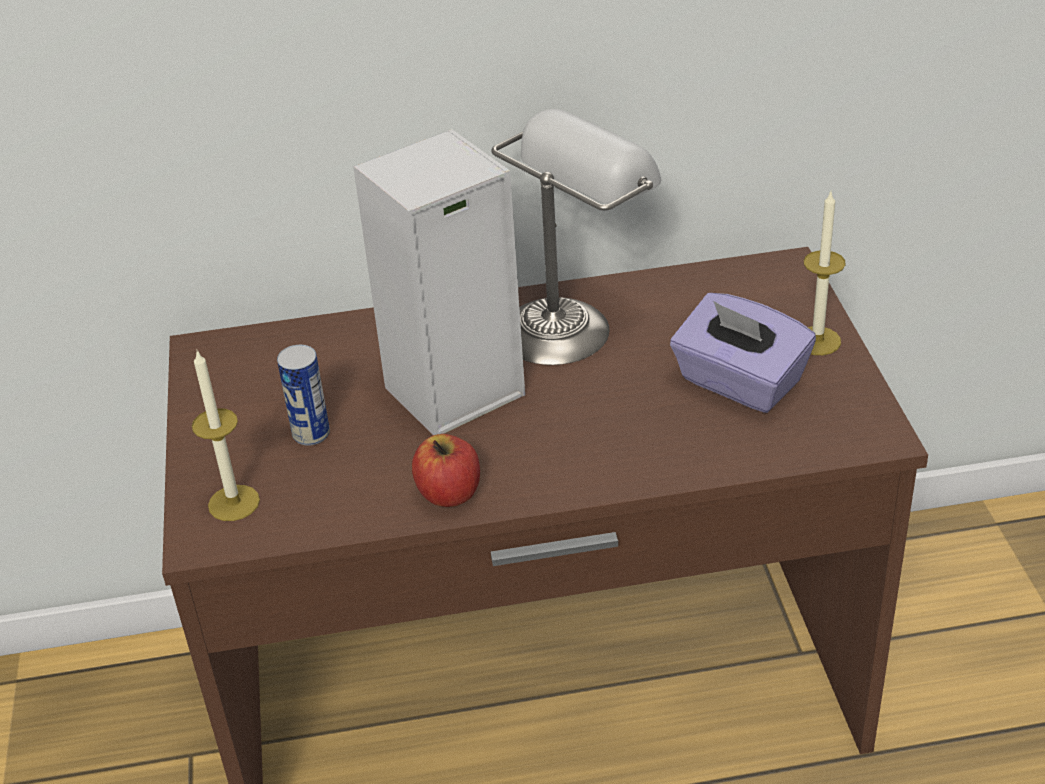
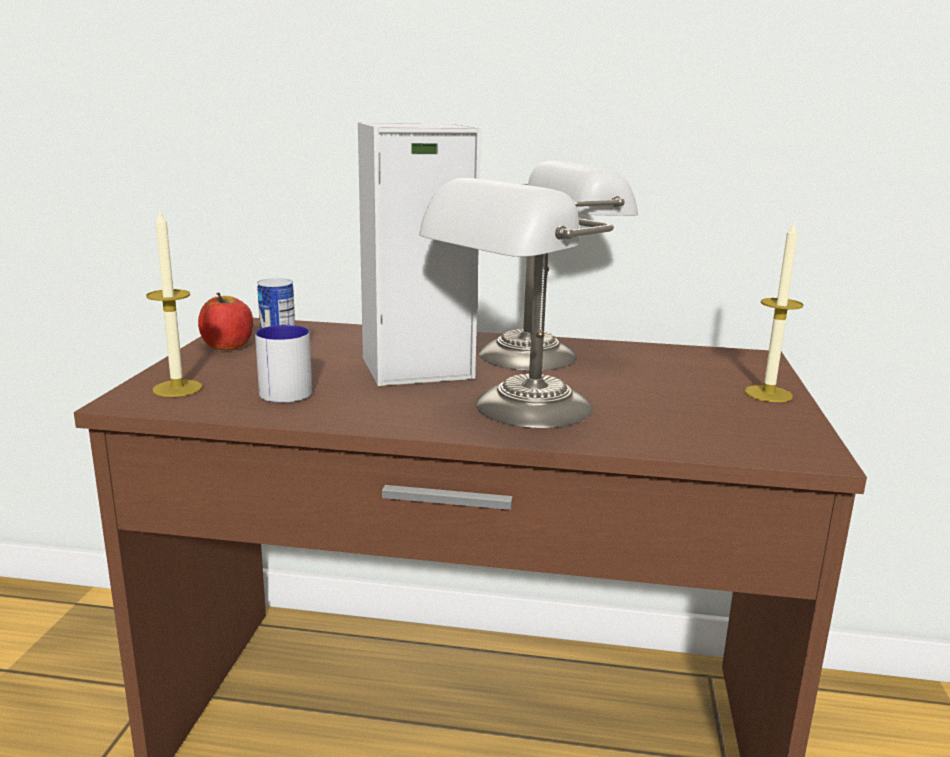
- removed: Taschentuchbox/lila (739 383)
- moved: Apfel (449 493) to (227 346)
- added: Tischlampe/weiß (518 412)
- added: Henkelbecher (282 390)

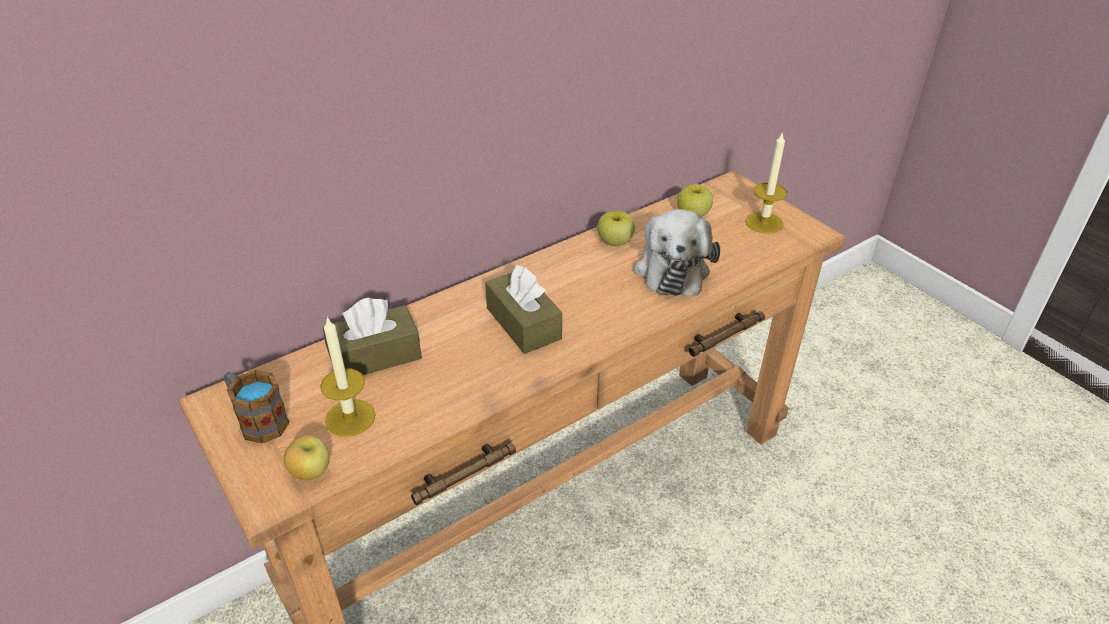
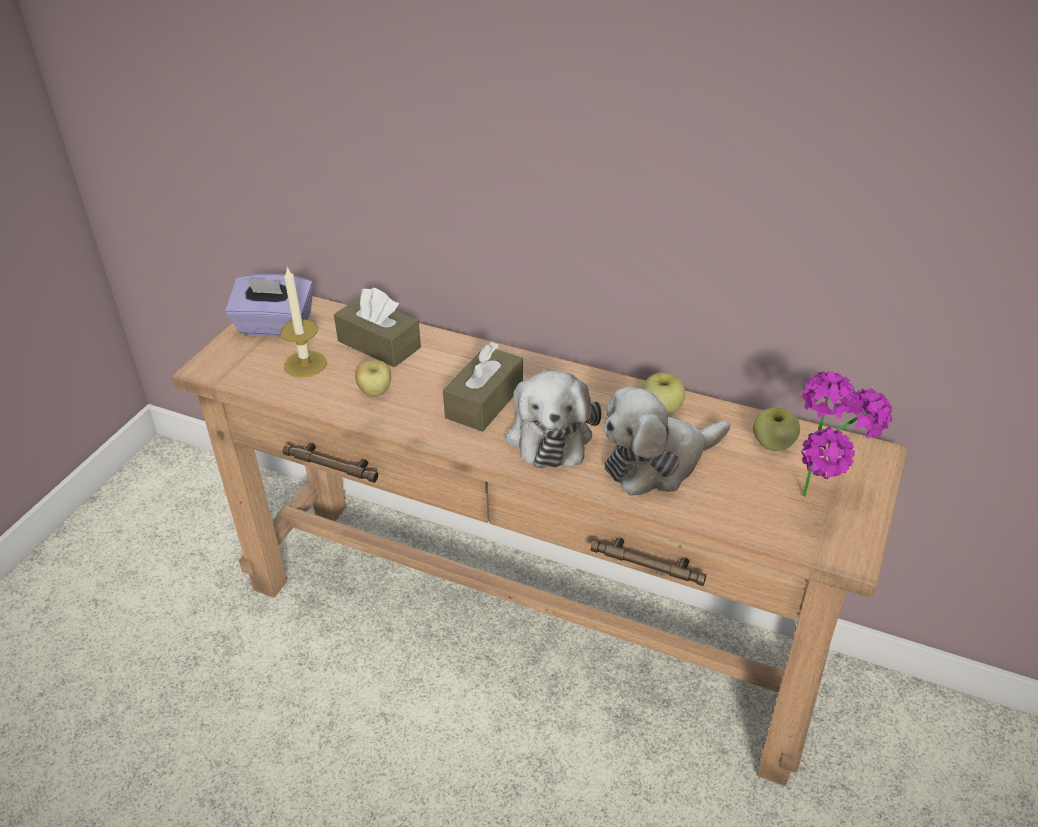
- replaced: Kerze (764 222) to Topfpflanze (822 504)
- replaced: Henkelbecher (258 420) to Taschentuchbox/lila (275 326)
- moved: Apfel (311 472) to (375 392)
- added: Plüschtier (549 433)

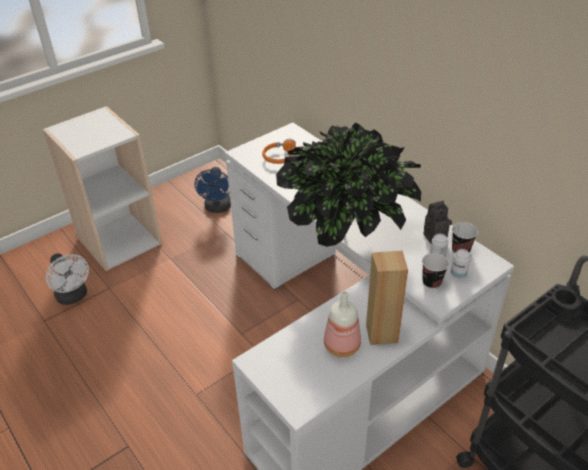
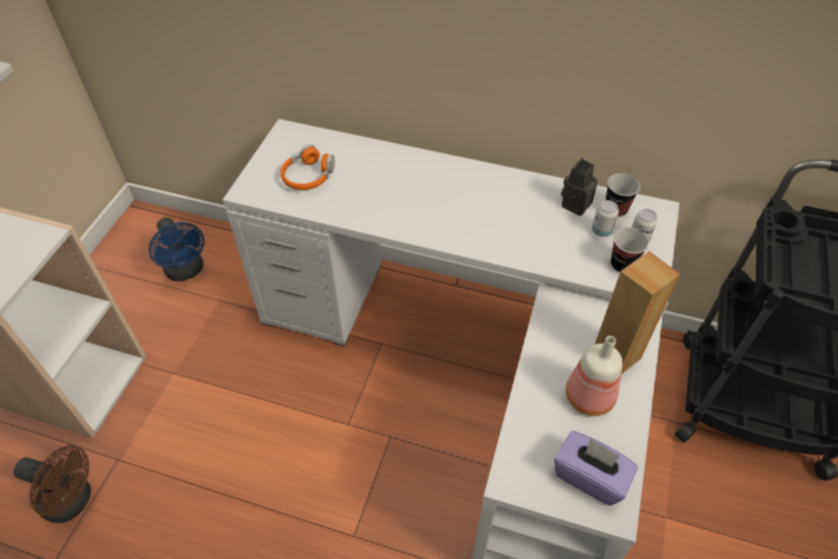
- removed: Topfpflanze (348 232)
- recoloured: Ventilator/weiß (74 297) to Ventilator/braun (73 501)
- added: Taschentuchbox/lila (590 476)

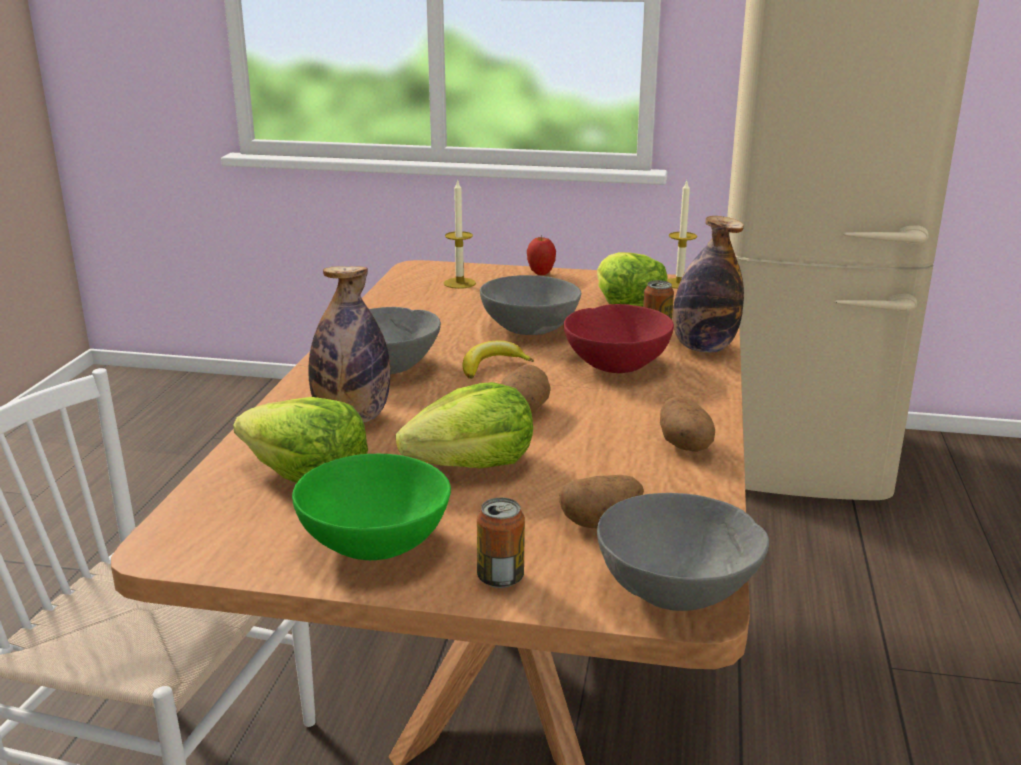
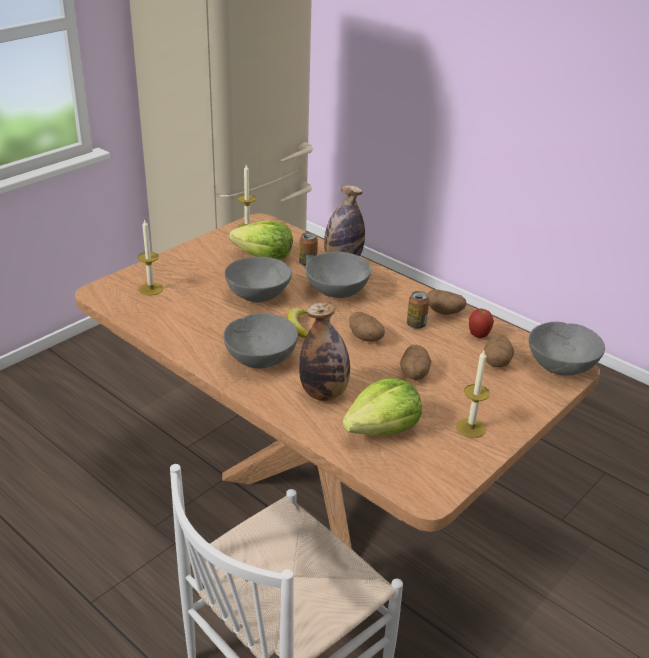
- moved: Apfel (541 274) to (478 336)
- recoloured: Schüssel/rot (616 364) to Schüssel/grau (337 291)
- replaced: Salatkopf (472 465) to Kartoffel (414 374)
- replaced: Schüssel/grün (375 543) to Kerze (470 428)
- moved: Dose (500 578) to (416 324)

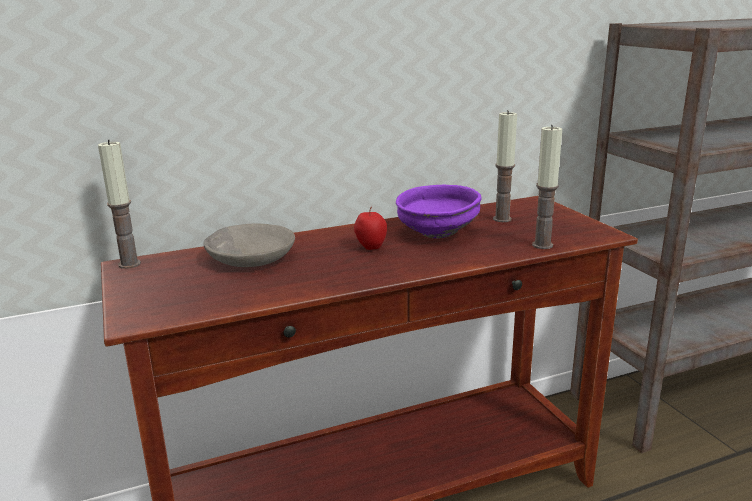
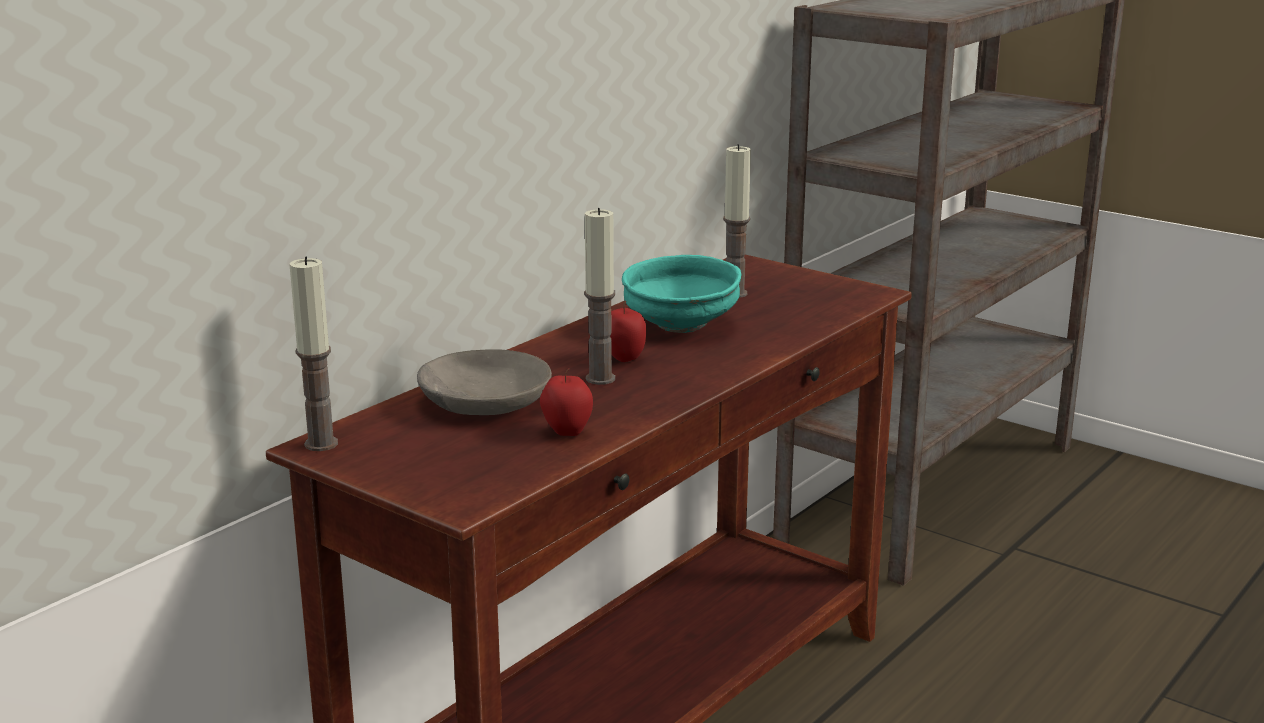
- moved: Kerze (542 245) to (600 379)
- recoloured: Schüssel/lila (436 233) to Schüssel/türkis (679 326)
- added: Apfel (566 432)

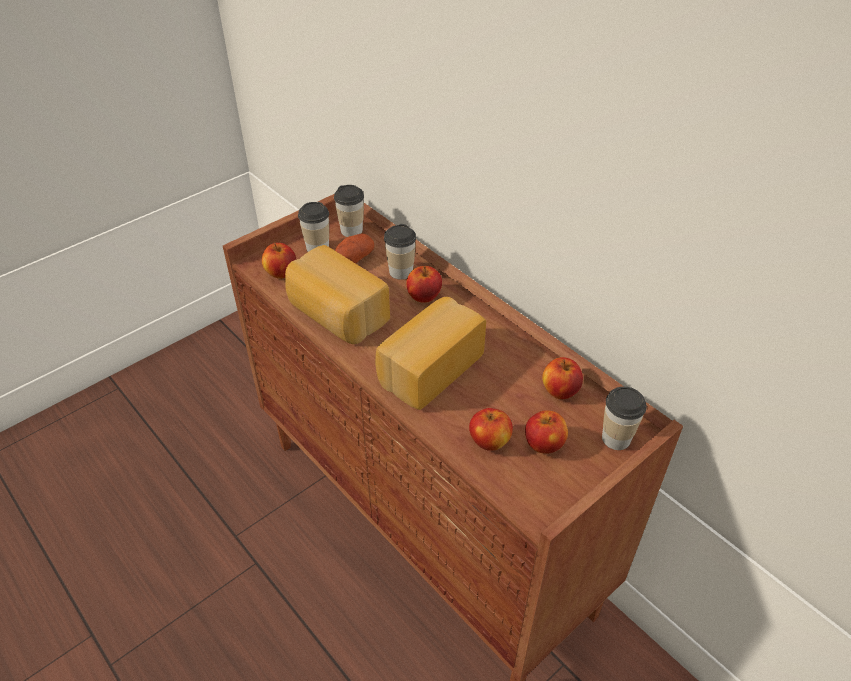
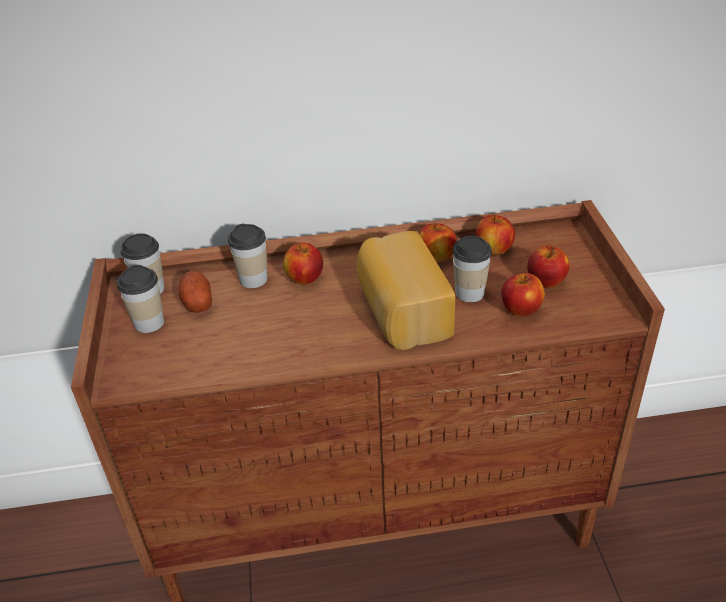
- moved: Apfel (281 273) to (436 257)
- removed: Brot (336 314)
- moved: Tasse (616 438) to (469 293)

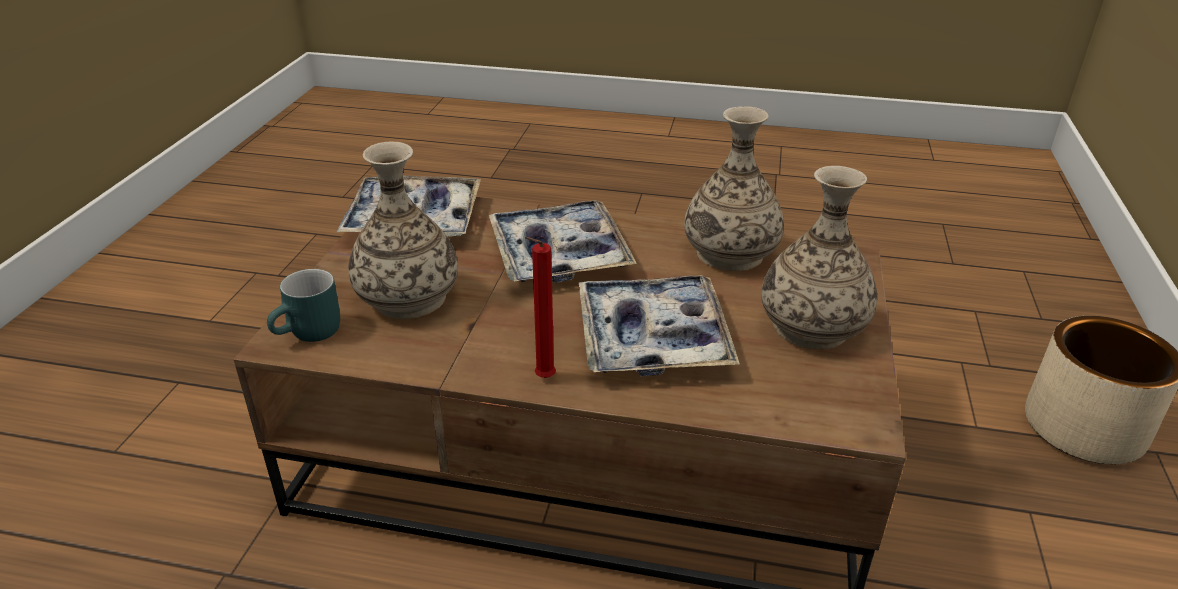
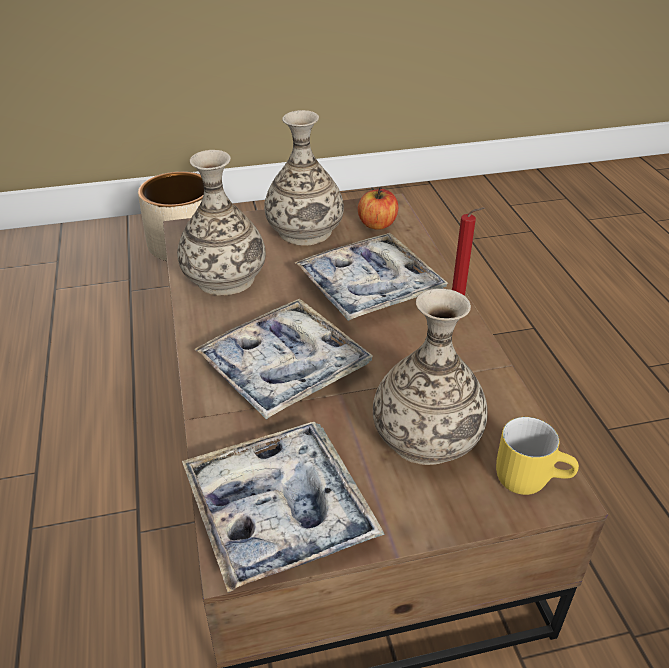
- recoloured: Henkelbecher/türkis (311 334) to Henkelbecher/gelb (530 476)
- added: Apfel (377 224)

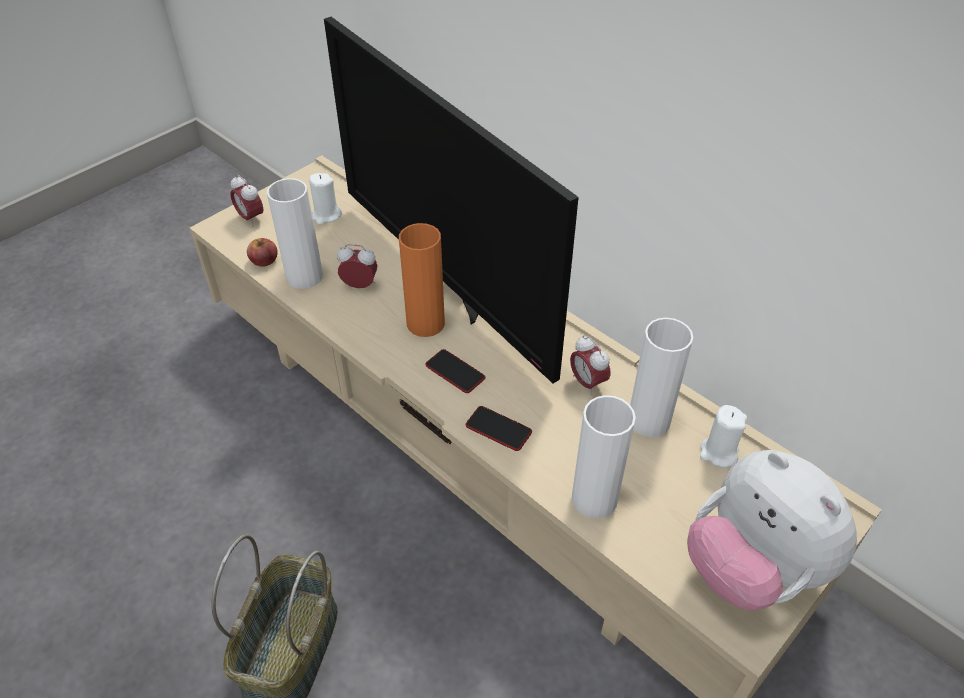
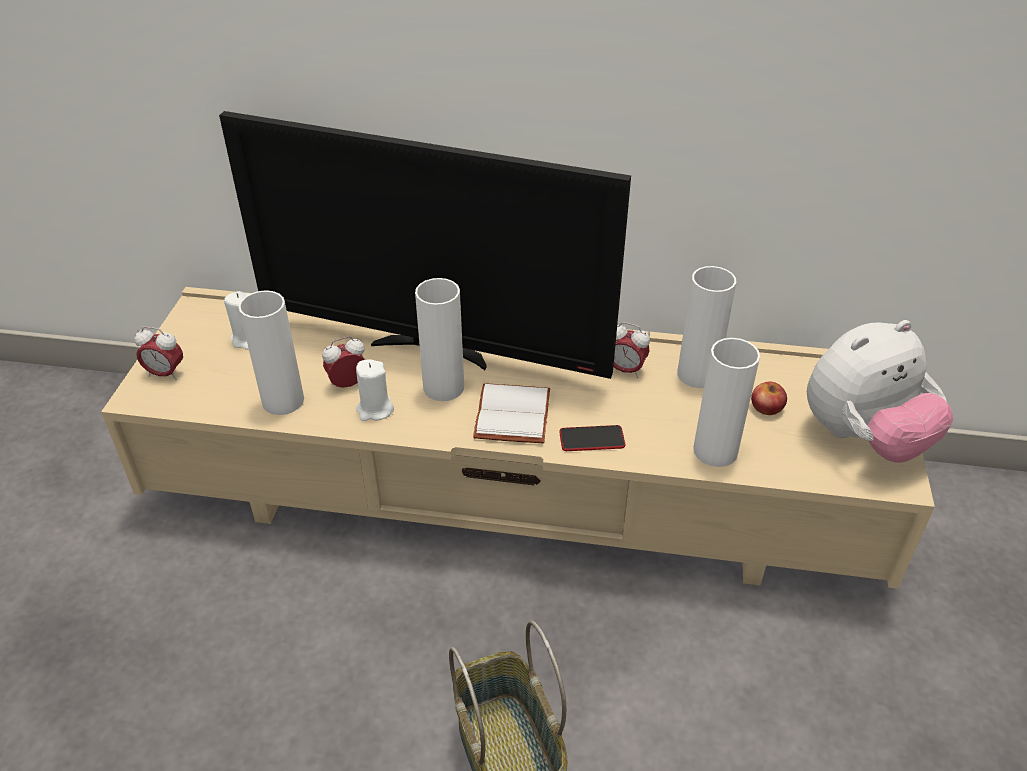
- recoloured: Vase/orange (425 323) to Vase/weiß (443 387)
- moved: Apfel (264 260) to (766 407)
- replaced: Handy (455 372) to Buch/weiß (510 414)
- moved: Kerze/weiß (718 453) to (375 409)
- turned: Plüschtier (752 567) = (863 438) 45 degrees counterclockwise

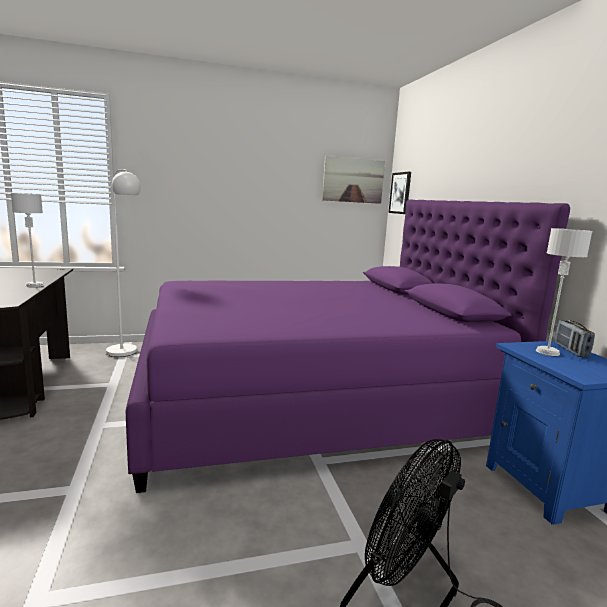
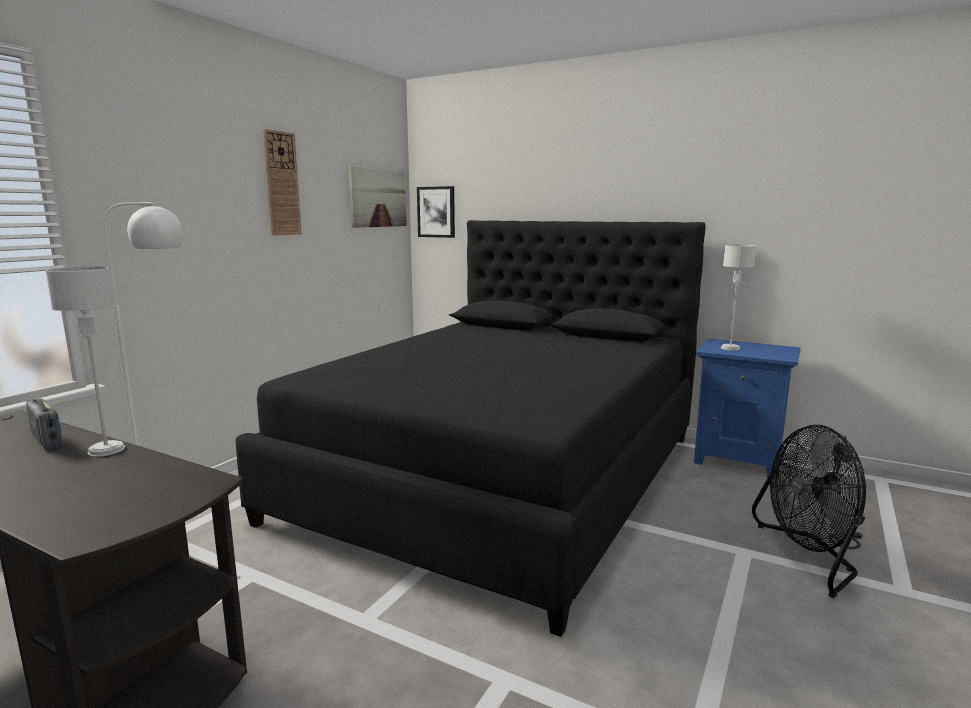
- recoloured: Bett/lila (311 399) to Bett/schwarz (501 476)
- moved: Radio (570 350) to (47 442)
- added: Wanduhr (282 184)

